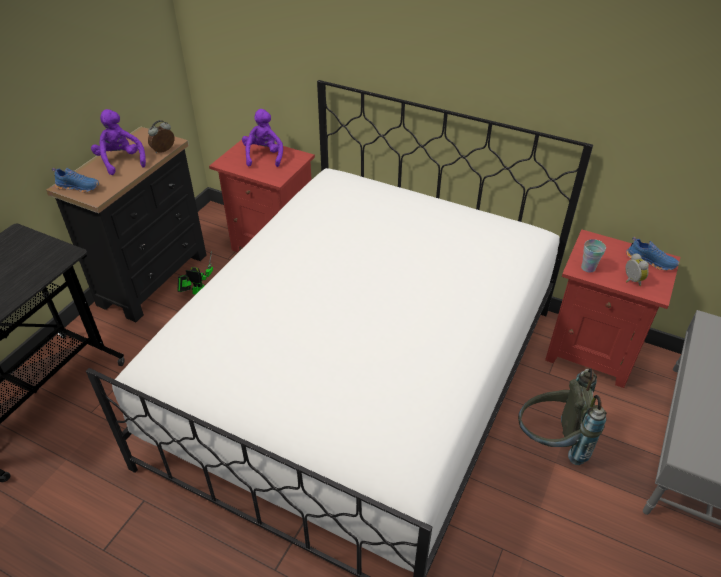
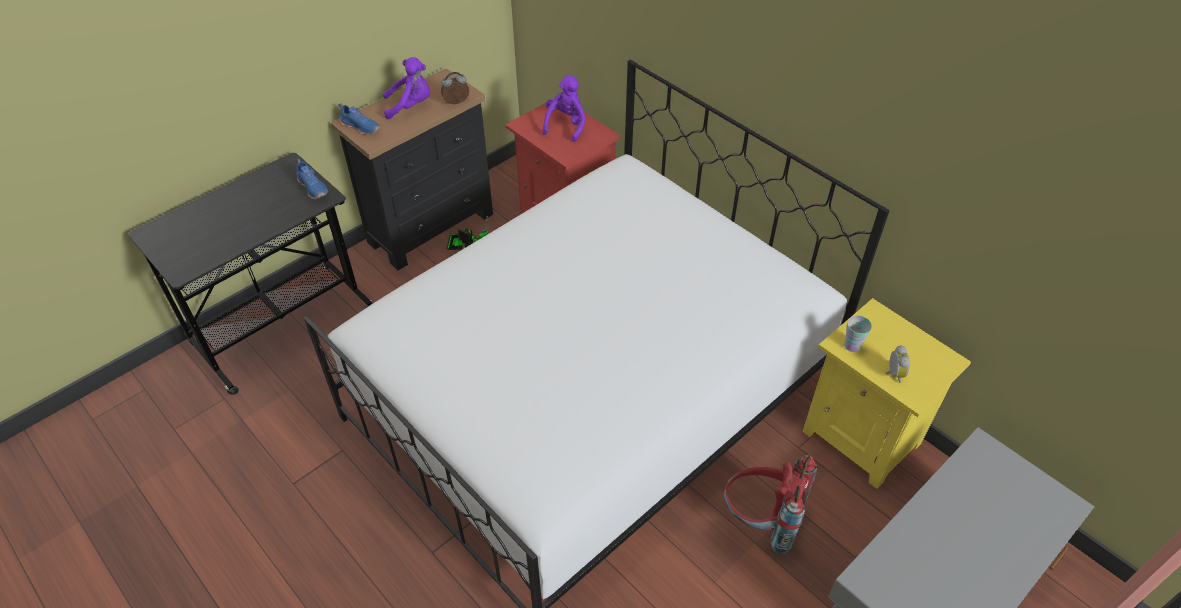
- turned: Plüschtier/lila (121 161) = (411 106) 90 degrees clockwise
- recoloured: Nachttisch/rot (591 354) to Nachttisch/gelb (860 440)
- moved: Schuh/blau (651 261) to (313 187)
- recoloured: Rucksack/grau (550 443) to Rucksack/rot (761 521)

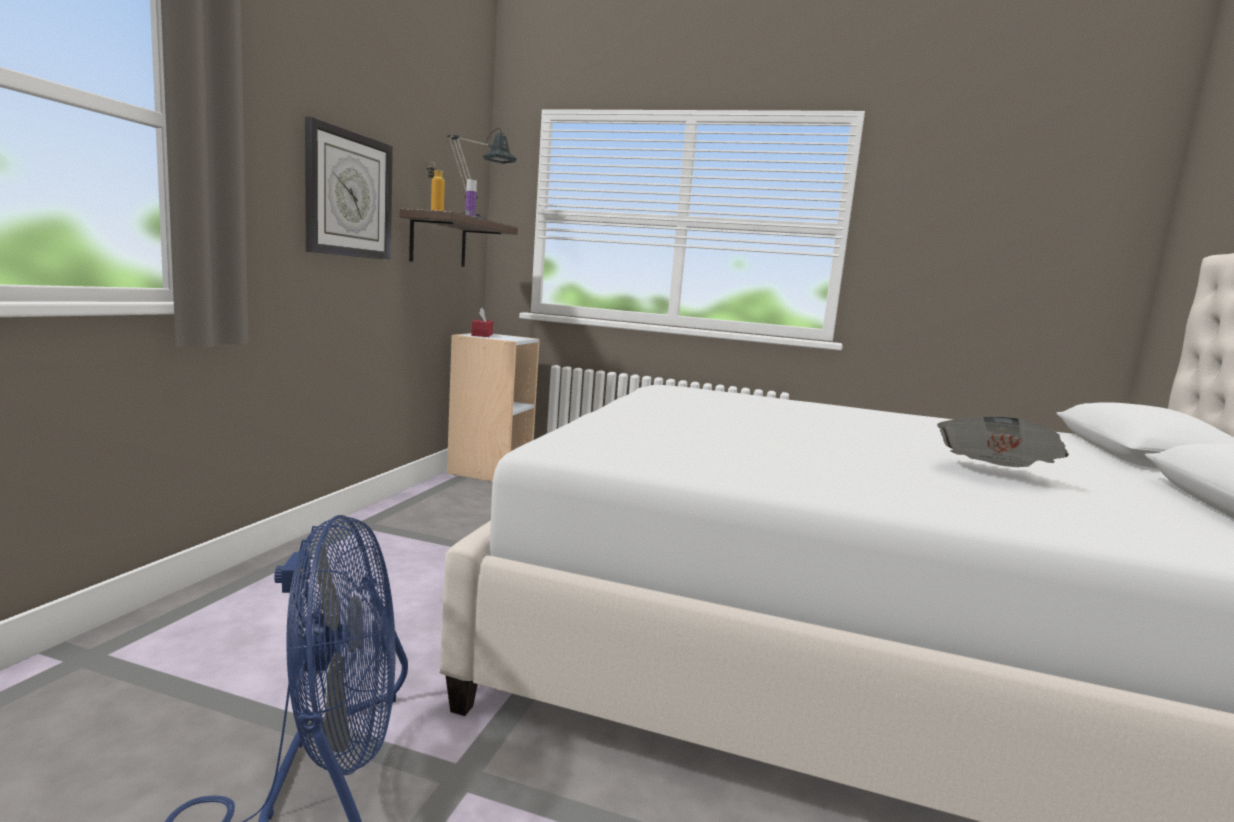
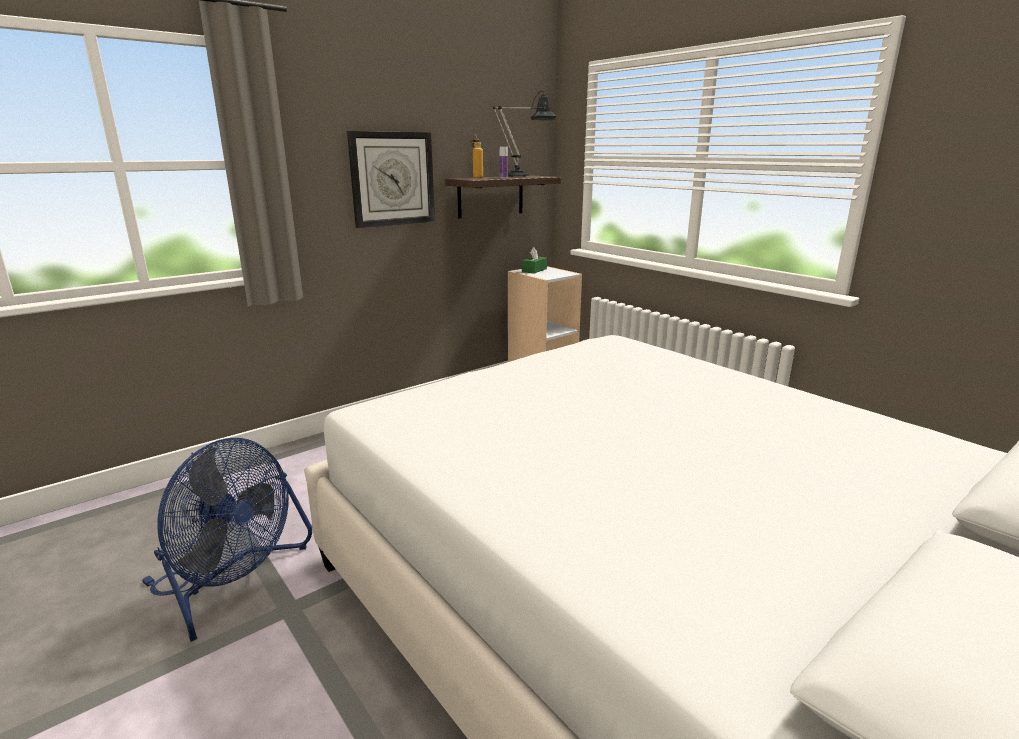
- recoloured: Taschentuchbox/rot (482 335) to Taschentuchbox/grün (534 270)
- removed: Zeitung (994 475)

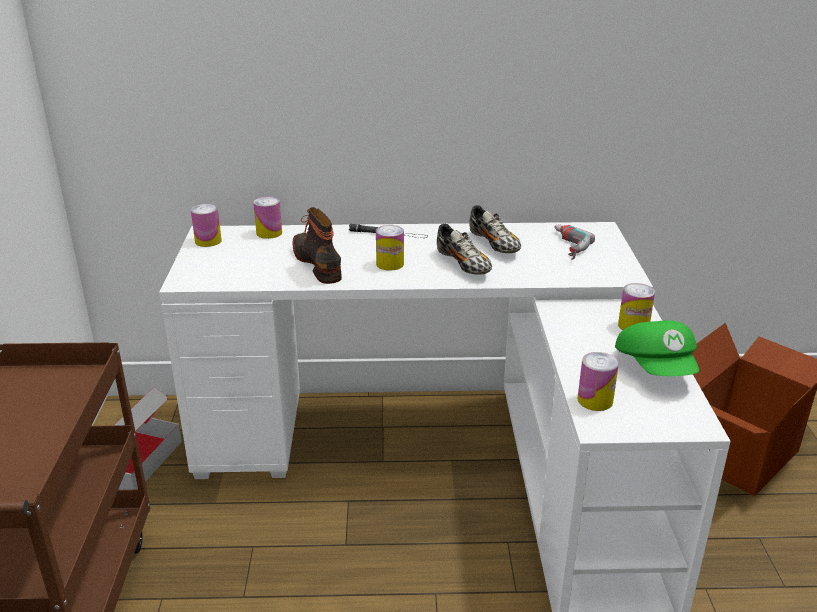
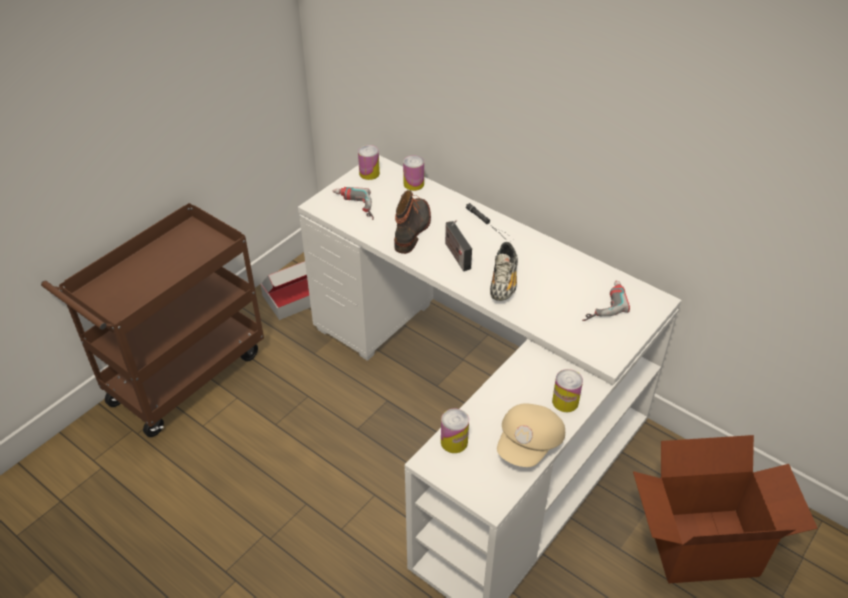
- removed: Schuh (494 245)
- replaced: Dose (390 264) to Radio (456 255)
- recoloured: Kappe/grün (656 368) to Kappe/beige (529 444)
- added: Bohrmaschine (353 207)

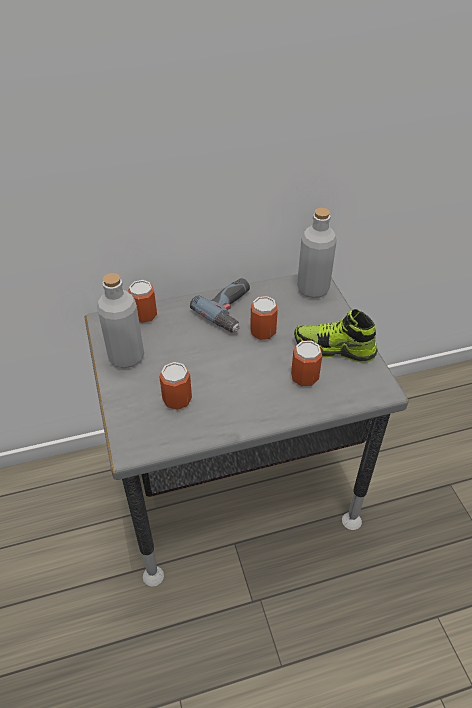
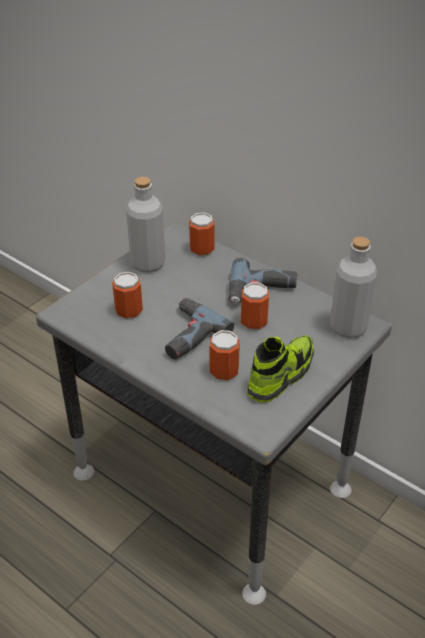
- turned: Schuh (334 349) = (280 375) 60 degrees clockwise
- added: Bohrmaschine (186 335)

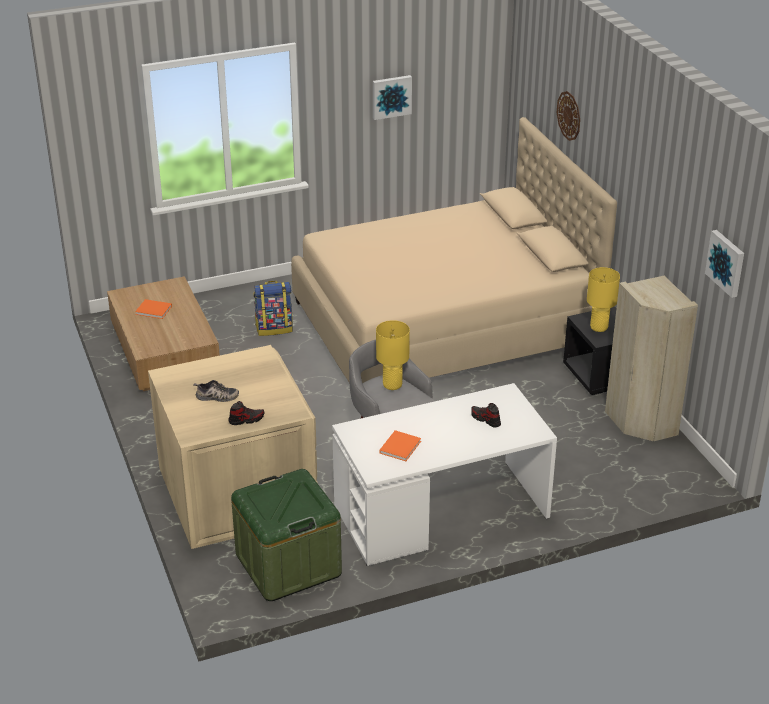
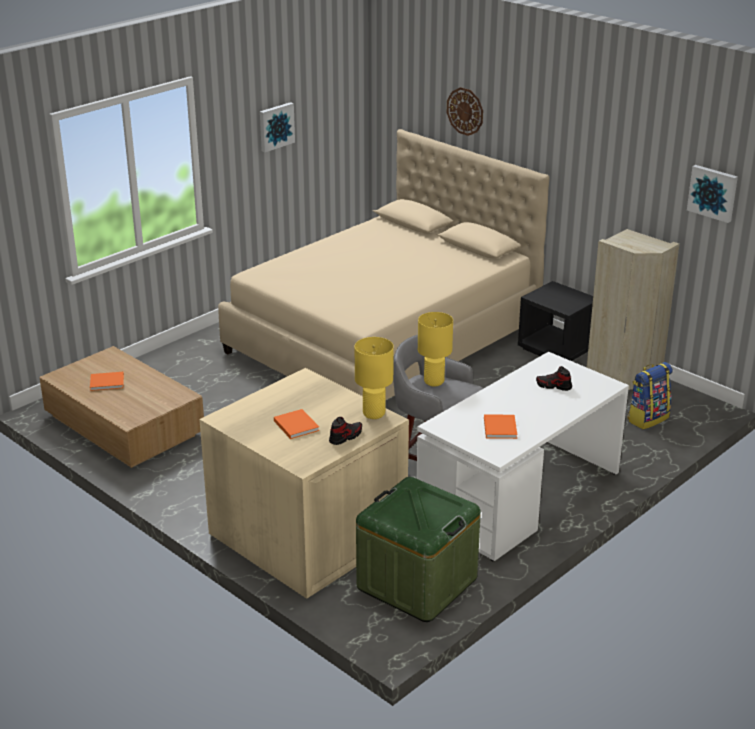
- moved: Tischlampe/gelb (598 328) to (373 415)
- moved: Rucksack (274 328) to (647 418)
- replaced: Schuh (216 397) to Buch/orange (295 425)

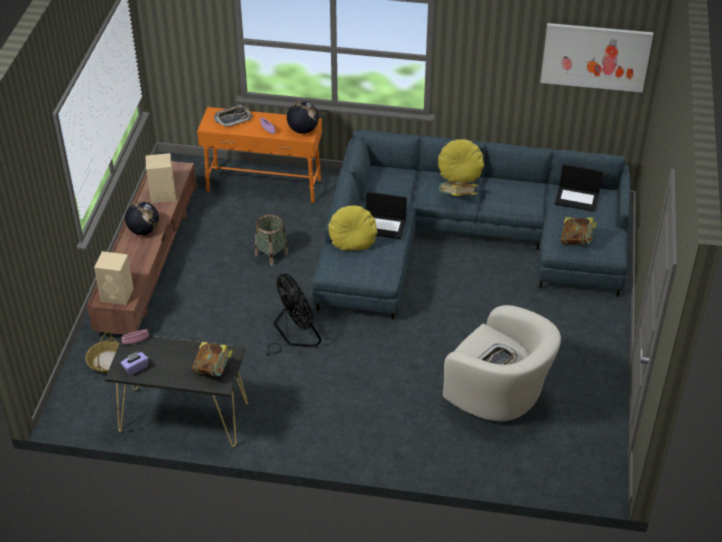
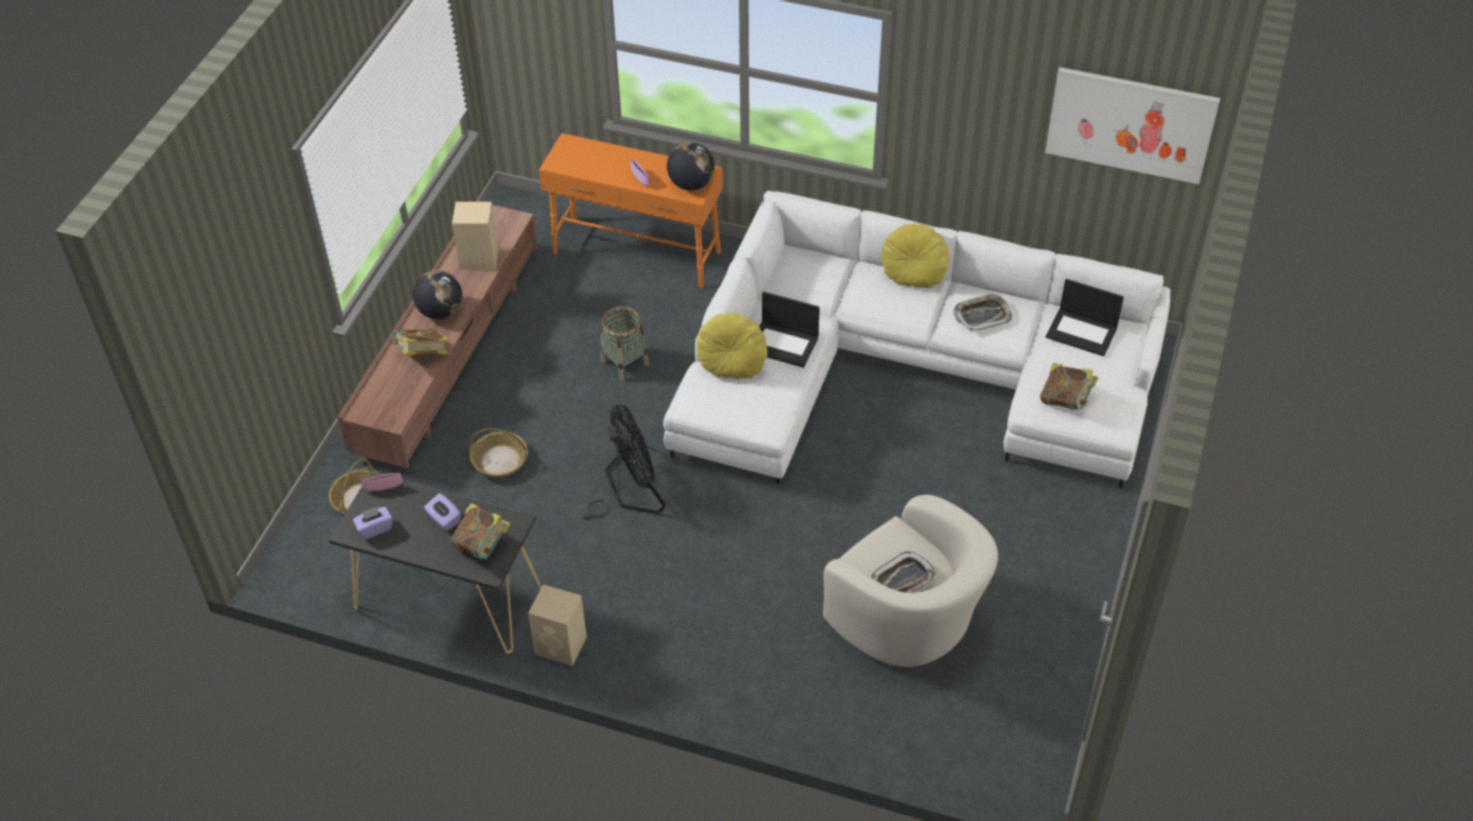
- moved: Tablett (233 118) to (982 316)
- recoloured: Sofa/blau (462 241) to Sofa/weiß (906 373)
- moved: Buch (457 198) to (422 355)
- moved: Lautsprecher/beige (118 295) to (562 646)
- added: Korb (500 461)
- added: Taschentuchbox/lila (444 520)

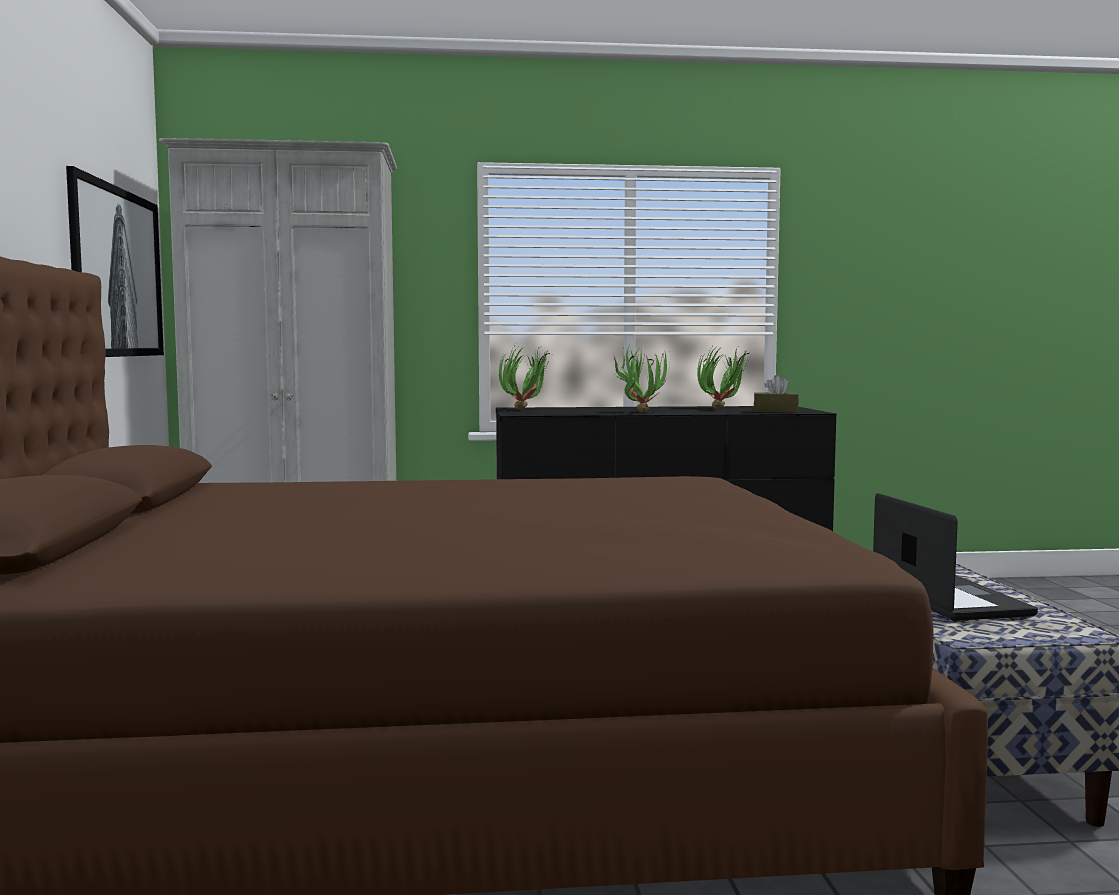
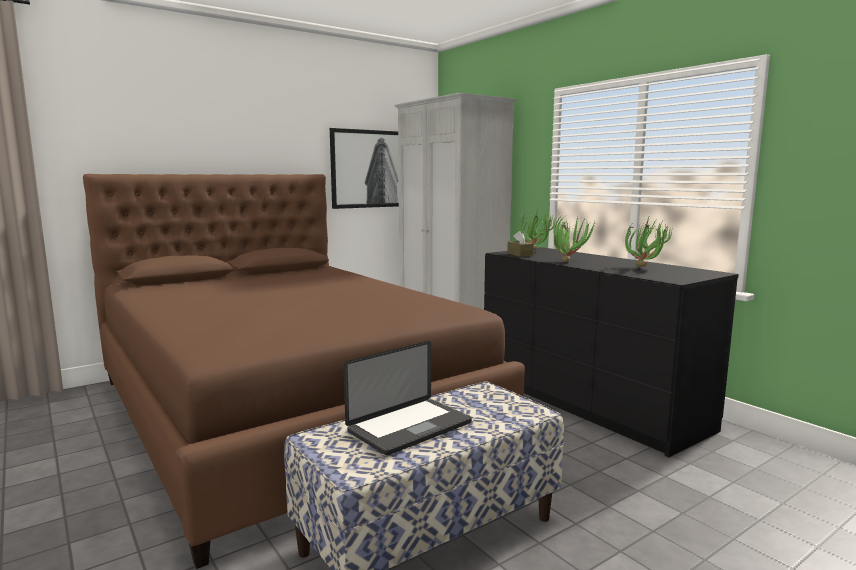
- moved: Taschentuchbox/braun (775 412) to (520 254)

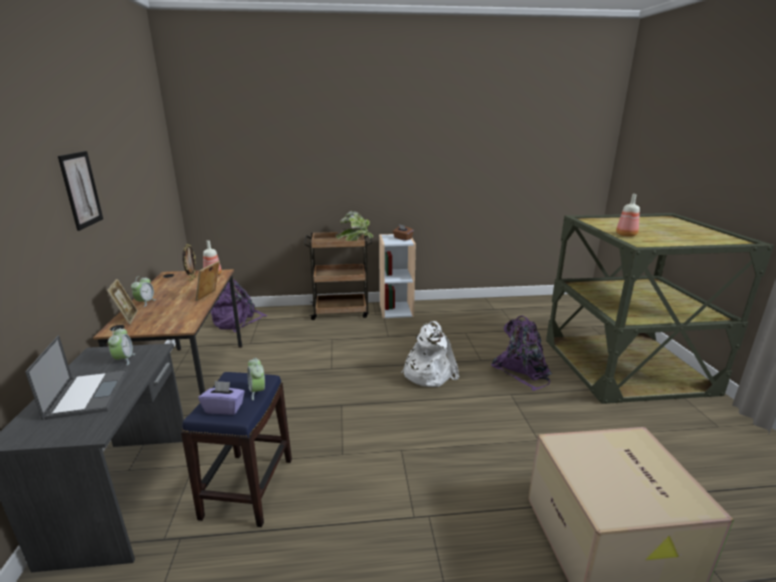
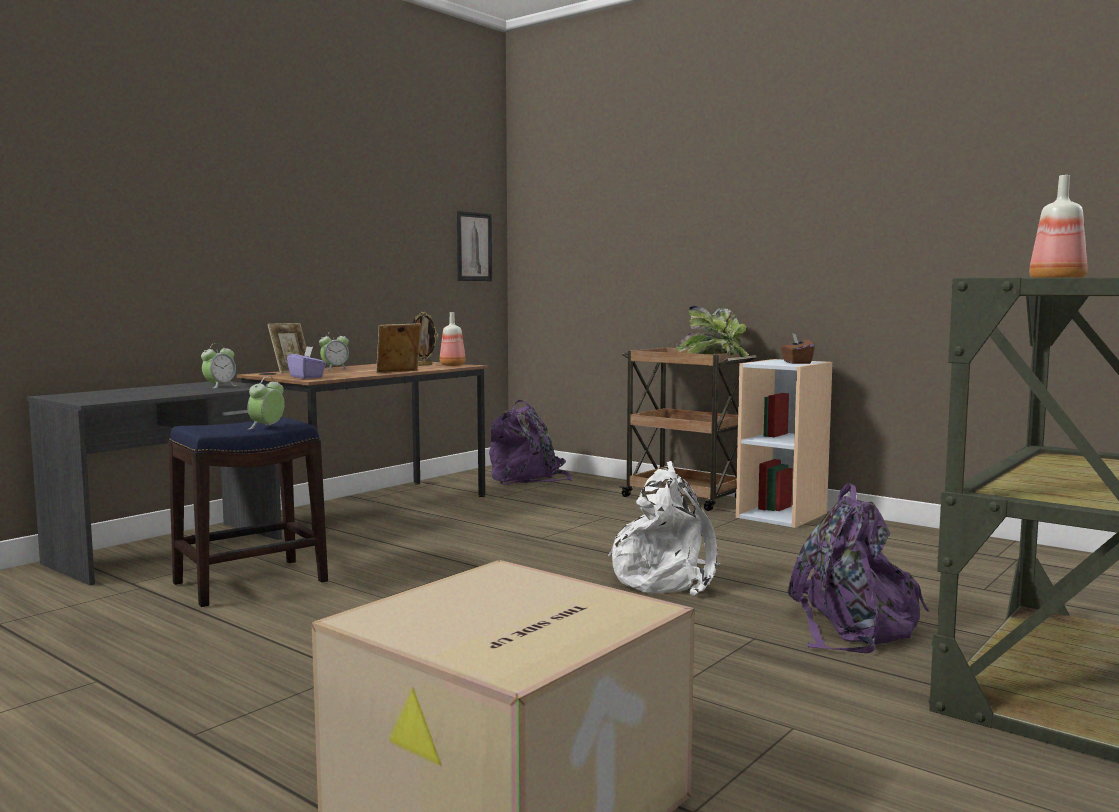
- moved: Bild (81 190) to (474 247)
- removed: Laptop (88 393)
- moved: Taschentuchbox/lila (224 408) to (307 377)

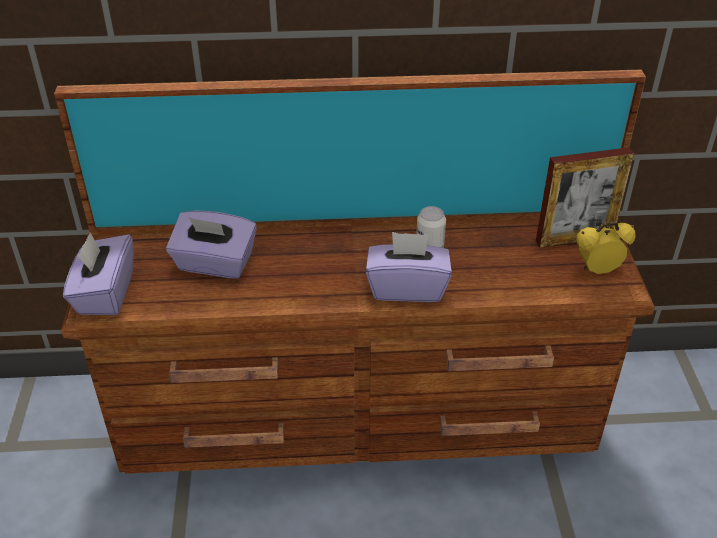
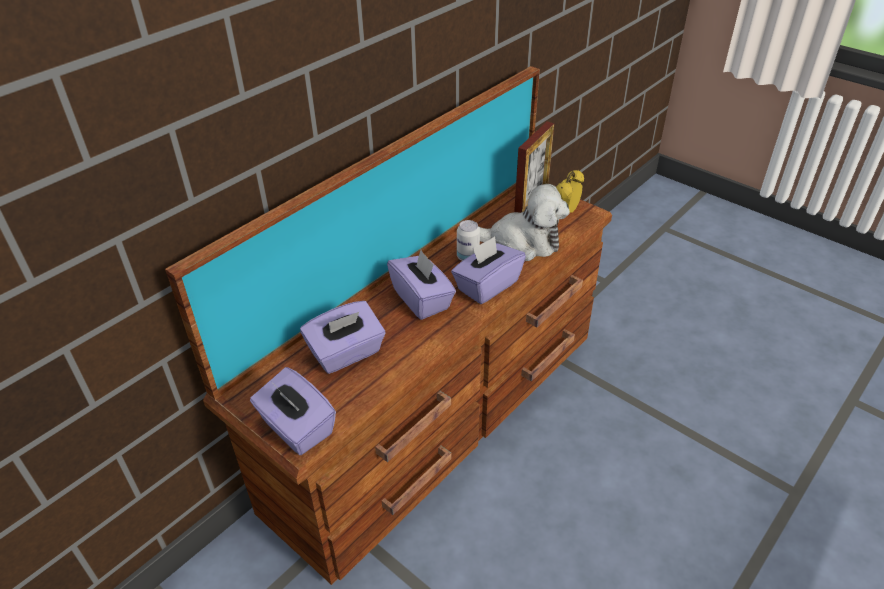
- added: Plüschtier (523 242)
- added: Taschentuchbox/lila (422 299)

